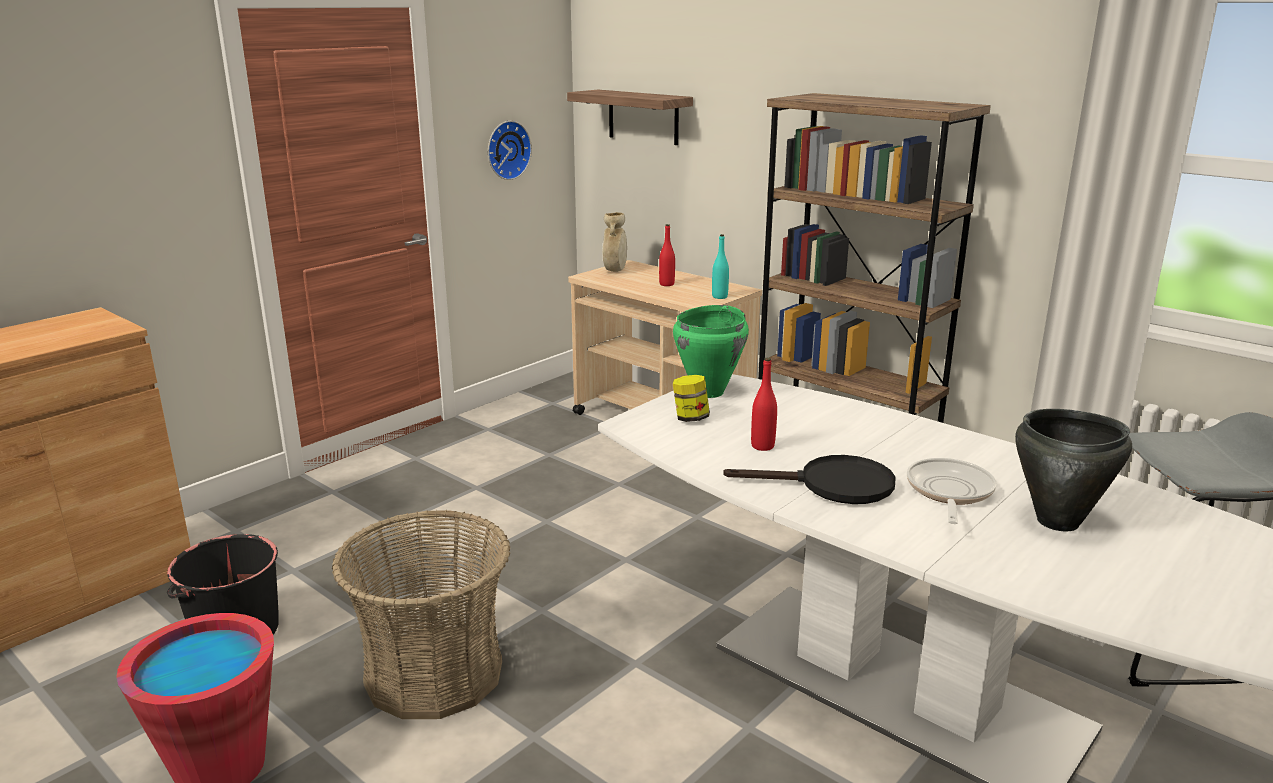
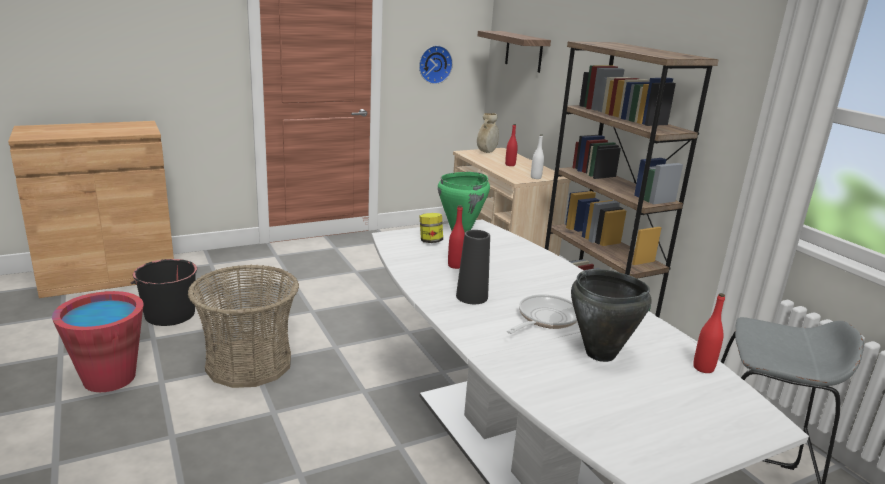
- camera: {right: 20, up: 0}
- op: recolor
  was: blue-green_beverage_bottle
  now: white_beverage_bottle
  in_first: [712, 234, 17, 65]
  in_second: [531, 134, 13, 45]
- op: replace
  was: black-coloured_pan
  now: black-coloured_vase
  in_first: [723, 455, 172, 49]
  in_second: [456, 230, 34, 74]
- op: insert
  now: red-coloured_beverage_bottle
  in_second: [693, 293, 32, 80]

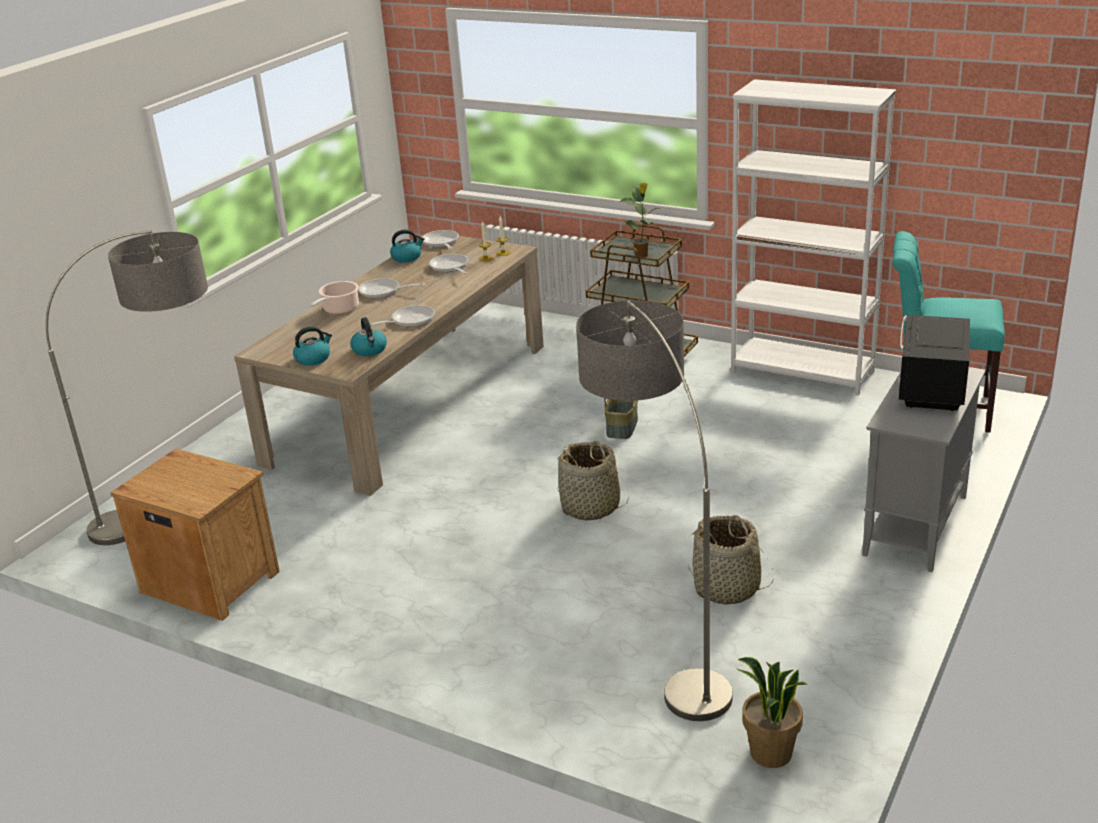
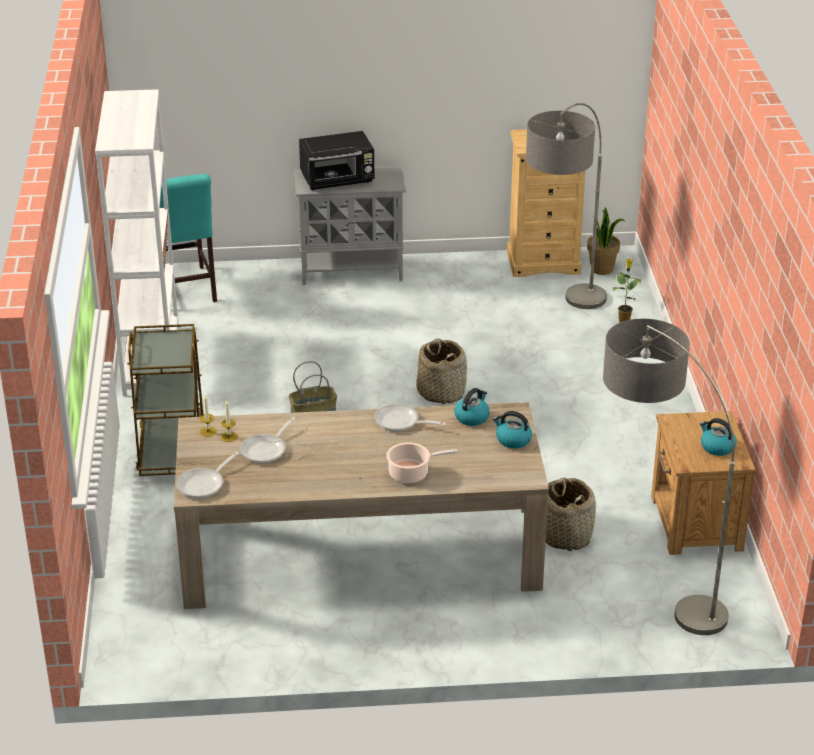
- camera: {right: -125, up: 5}
- op: delete
  was: pan
  in_first: [358, 278, 67, 20]
- op: move
  was: tea_kettle
  in_first: [390, 229, 34, 34]
  in_second: [700, 418, 37, 38]
- op: move
  was: houseplant
  in_first: [619, 183, 41, 74]
  in_second: [613, 259, 28, 63]
- op: move
  was: basket
  in_first: [688, 515, 86, 89]
  in_second: [546, 477, 50, 74]
- op: insert
  now: sand-coloured_chest_of_drawers
  in_second: [507, 129, 79, 148]

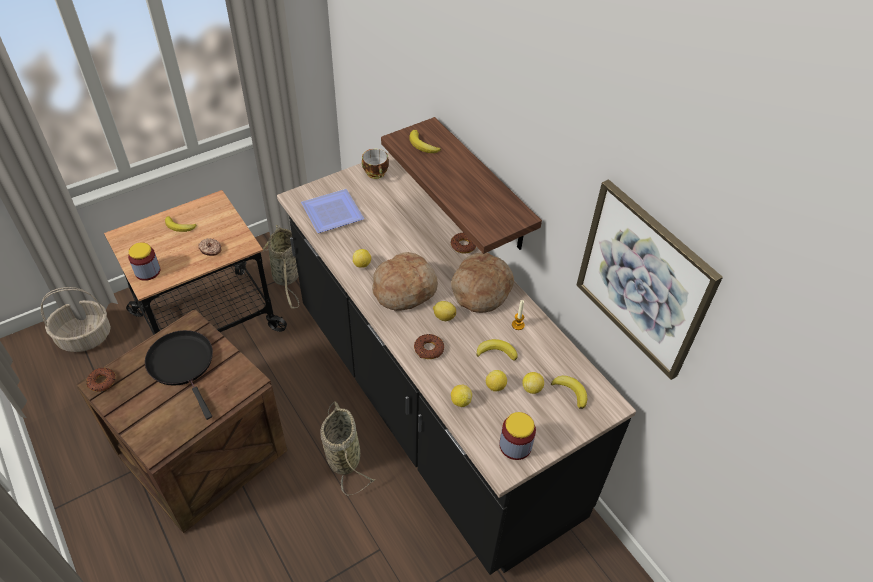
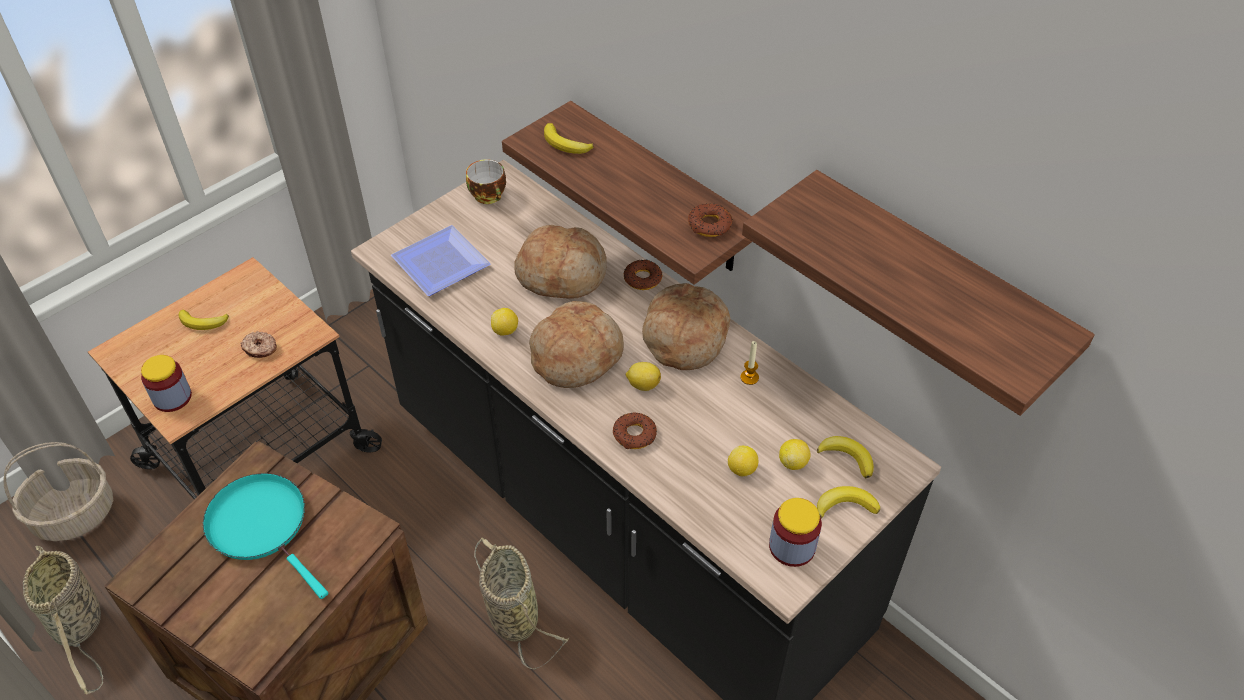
- camera: {right: -10, up: 0}
- op: move
  was: doughnut
  in_first: [86, 368, 30, 24]
  in_second: [688, 203, 45, 34]
- op: recolor
  was: black-coloured_pan
  now: blue-green_pan
  in_first: [145, 330, 68, 90]
  in_second: [203, 473, 125, 126]
- op: move
  was: basket
  in_first: [262, 225, 37, 84]
  in_second: [23, 546, 80, 149]
- op: delete
  was: citrus_fruit
  in_first: [451, 385, 21, 22]
- op: move
  was: banana
  in_first: [476, 339, 42, 22]
  in_second: [817, 486, 63, 33]
- op: replace
  was: wall_art
  now: shelf
  in_first: [577, 179, 146, 201]
  in_second: [742, 170, 353, 246]
- op: insert
  now: bakery_bread
  in_second: [514, 225, 93, 74]

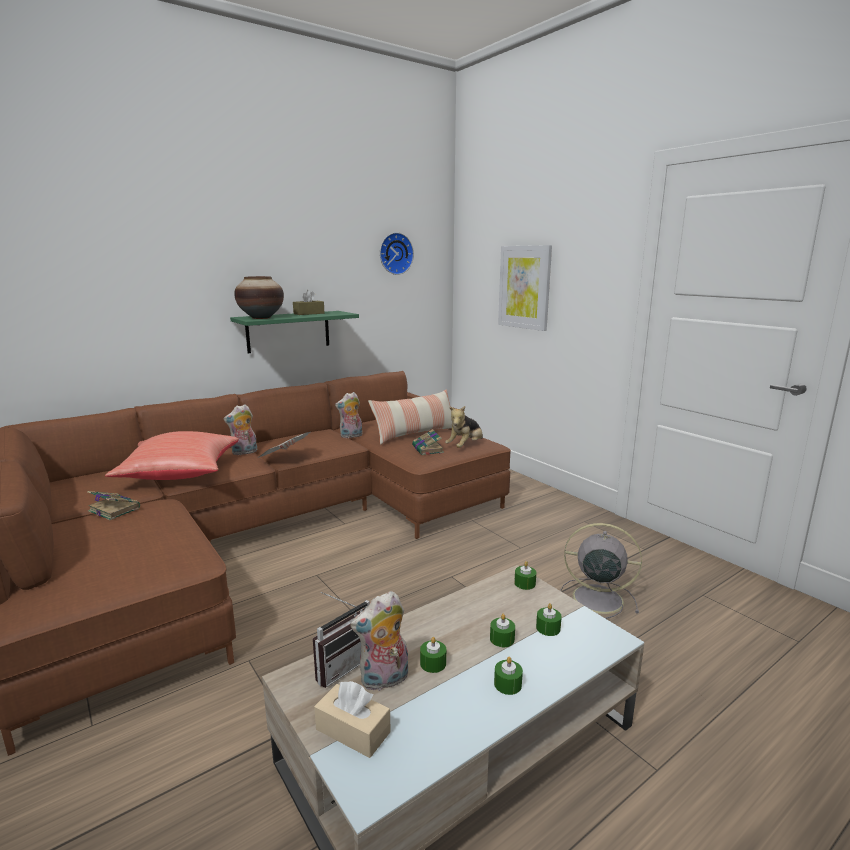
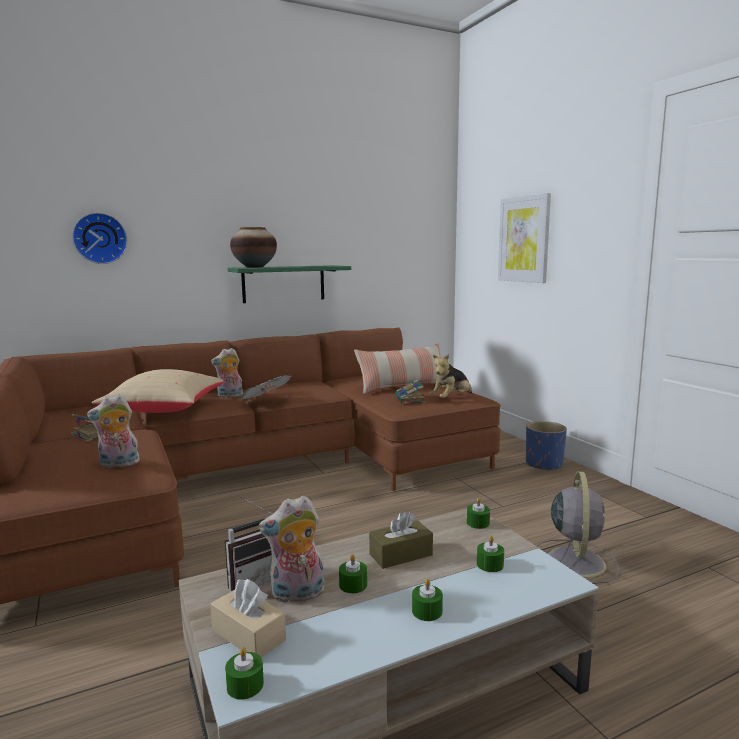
- camera: {right: 10, up: -5}
- op: recolor
  was: red-coloured_throw_pillow
  now: sand-coloured_throw_pillow
  in_first: [105, 431, 134, 49]
  in_second: [92, 369, 132, 44]
- op: move
  was: brown-coloured_box_of_tissues
  in_first: [293, 290, 31, 25]
  in_second: [369, 511, 64, 58]
- op: move
  was: cuddly_toy
  in_first: [335, 392, 27, 46]
  in_second: [87, 394, 53, 74]
- op: move
  was: clock_on_the_wall
  in_first: [380, 232, 34, 43]
  in_second: [72, 213, 56, 51]
- op: move
  was: green_wax_light
  in_first: [490, 614, 25, 33]
  in_second: [225, 647, 39, 53]
- op: rotate
  was: grey_electric_fan
  in_first: [560, 523, 82, 96]
  in_second: [536, 472, 83, 112]
  clockwise: 75
- op: insert
  now: blue_planter
  in_second: [526, 421, 41, 51]

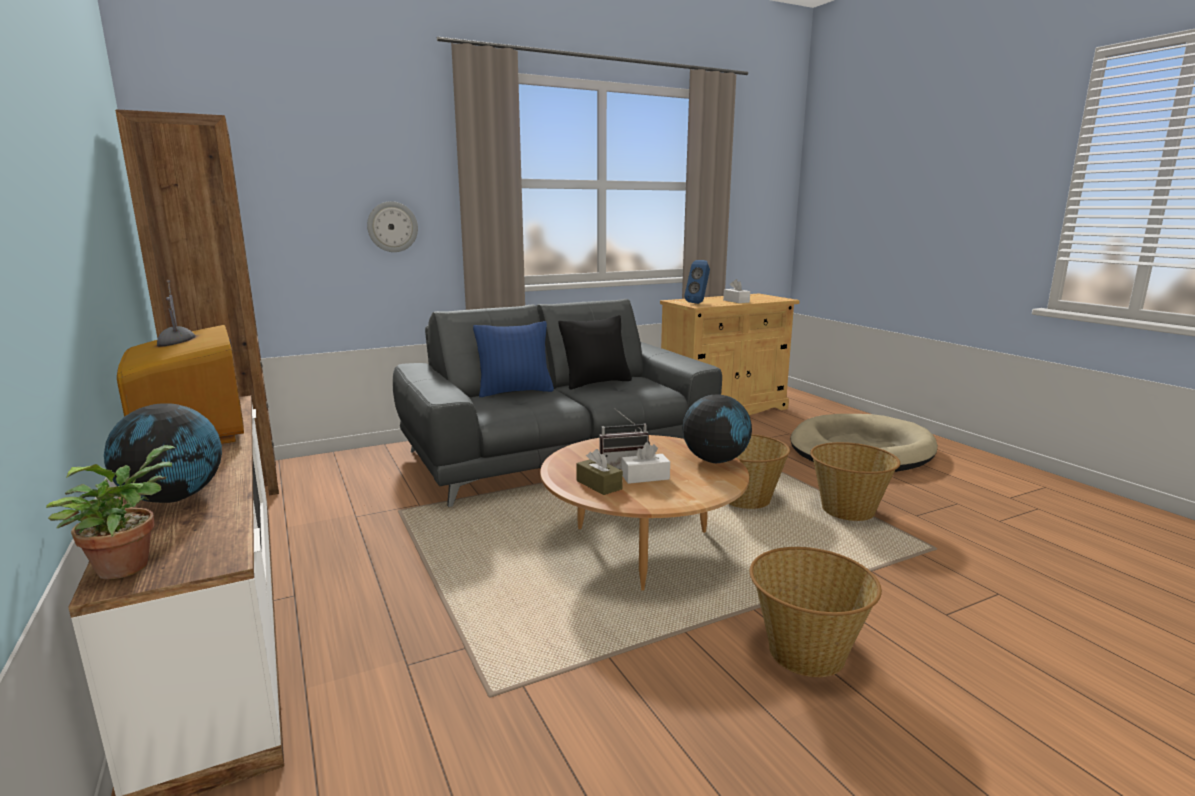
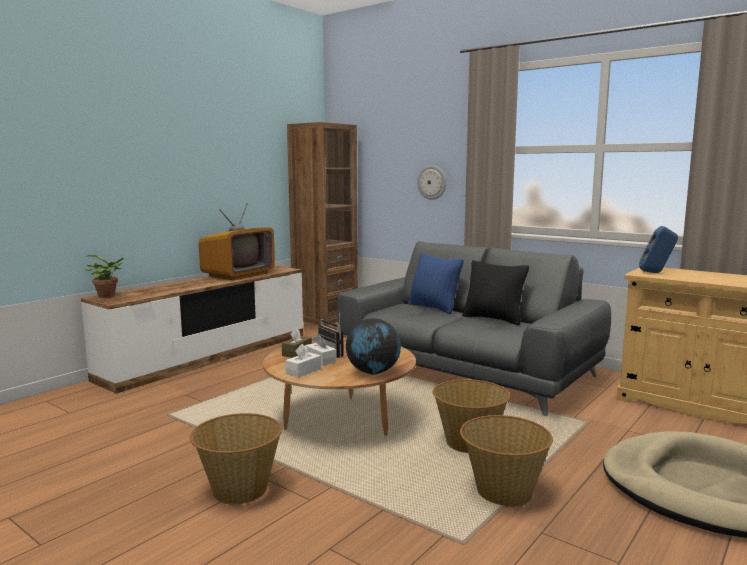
- camera: {right: 65, up: -5}
- op: delete
  was: desk_globe
  in_first: [104, 403, 118, 100]
- op: move
  was: white_box_of_tissues
  in_first: [723, 279, 27, 24]
  in_second: [285, 344, 36, 34]

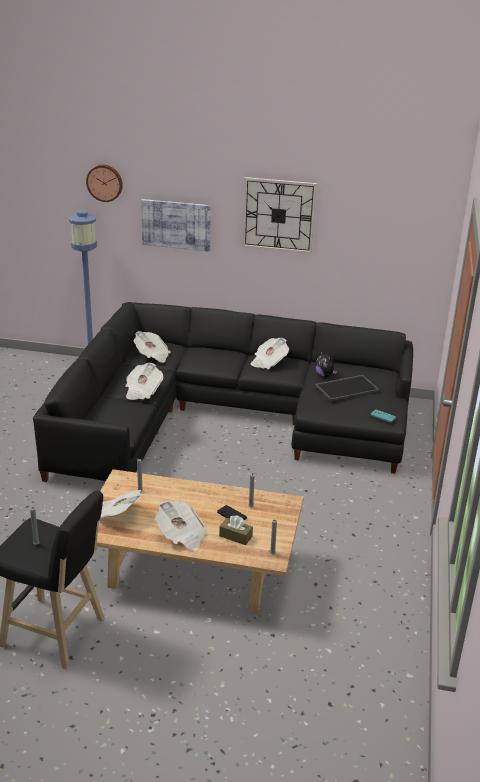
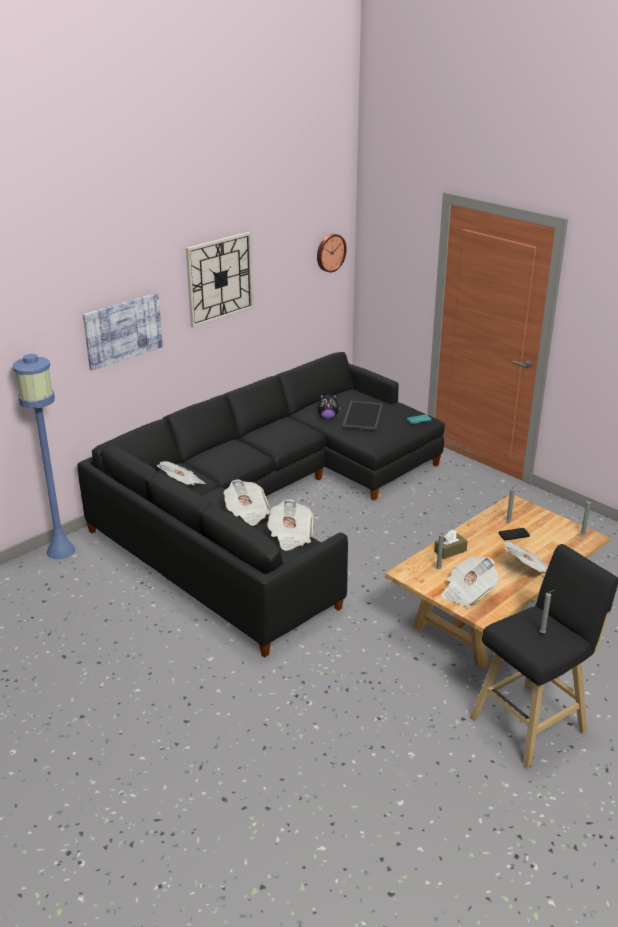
- camera: {right: -55, up: 0}
- op: move
  was: clock_on_the_wall
  in_first: [86, 165, 37, 37]
  in_second: [317, 234, 30, 38]
- op: move
  was: brown-coloured_box_of_tissues
  in_first: [219, 515, 34, 30]
  in_second: [434, 530, 34, 29]
- op: move
  was: printed_paper
  in_first: [251, 338, 38, 31]
  in_second: [267, 499, 47, 52]

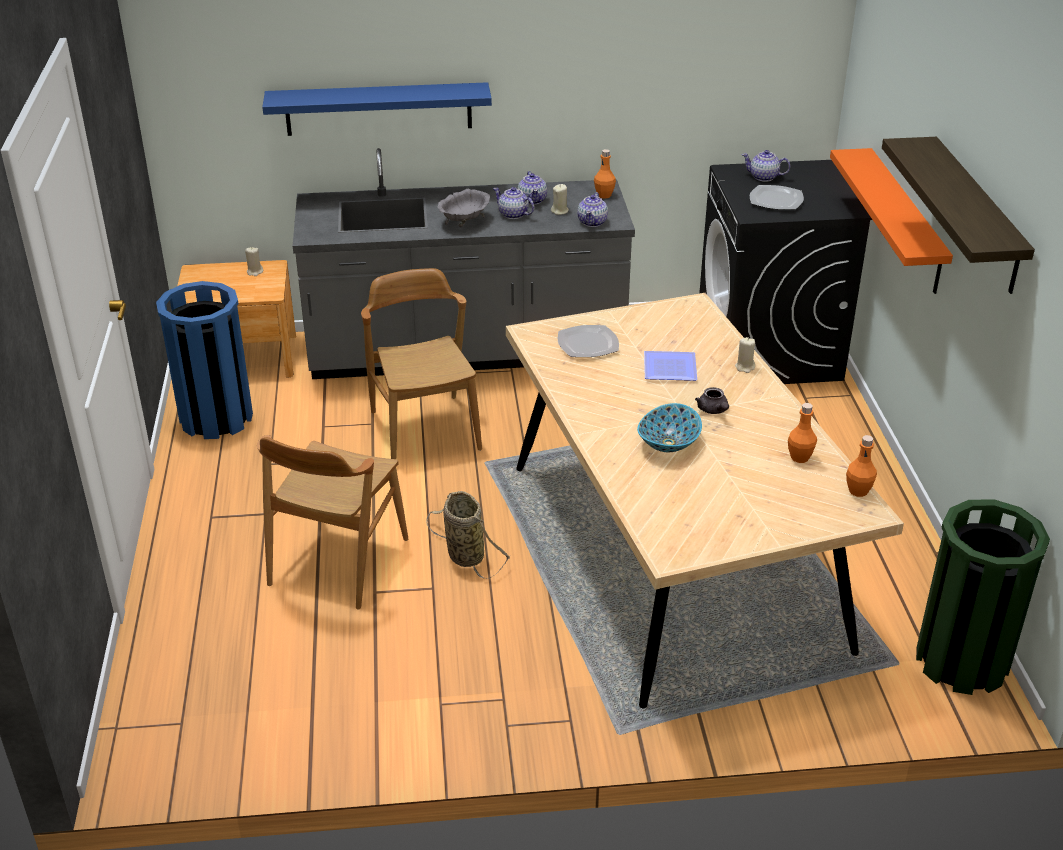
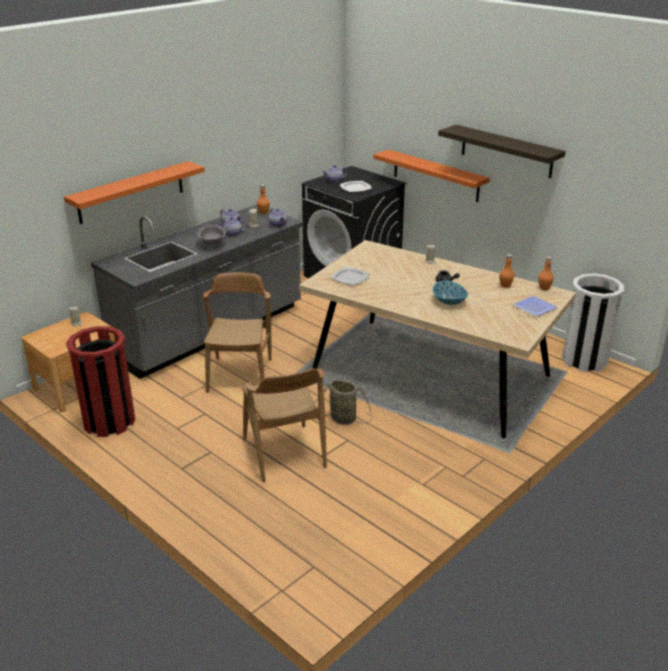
- camera: {right: -40, up: -5}
- op: recolor
  was: blue_rubbish_bin
  now: red-coloured_rubbish_bin
  in_first: [156, 281, 97, 158]
  in_second: [66, 326, 69, 111]
- op: recolor
  was: blue_shelf
  now: orange_shelf
  in_first: [262, 82, 230, 54]
  in_second: [64, 161, 141, 63]
- op: rotate
  was: brown-coloured_plain_chair
  in_first: [361, 268, 121, 191]
  in_second: [203, 272, 69, 121]
  clockwise: 60
- op: move
  was: dinner_plate
  in_first: [644, 351, 53, 30]
  in_second: [513, 296, 45, 21]
- op: recolor
  was: green_rubbish_bin
  now: white_rubbish_bin
  in_first: [916, 499, 134, 196]
  in_second: [562, 273, 62, 99]

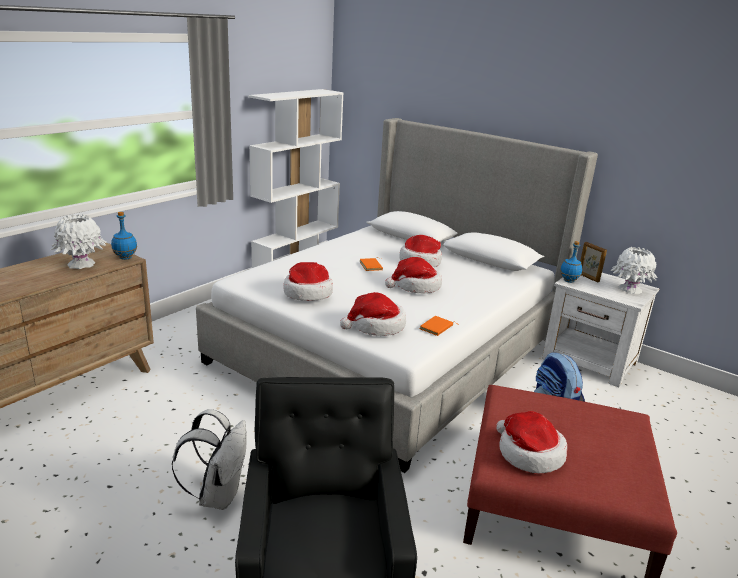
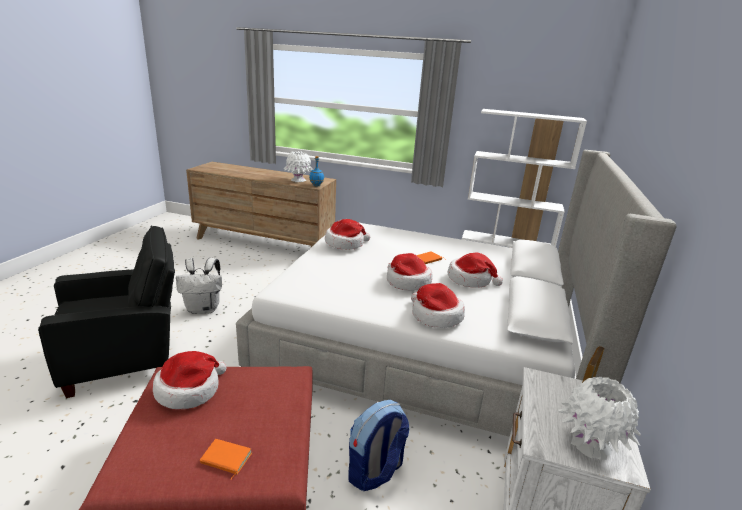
- camera: {right: 70, up: 0}
- op: move
  was: clothing_hat
  in_first: [340, 292, 66, 44]
  in_second: [411, 283, 54, 45]
- op: move
  was: orange_bound_book
  in_first: [420, 316, 39, 20]
  in_second: [200, 439, 52, 40]
- op: delete
  was: blue_beverage_bottle
  in_first: [560, 241, 22, 42]

